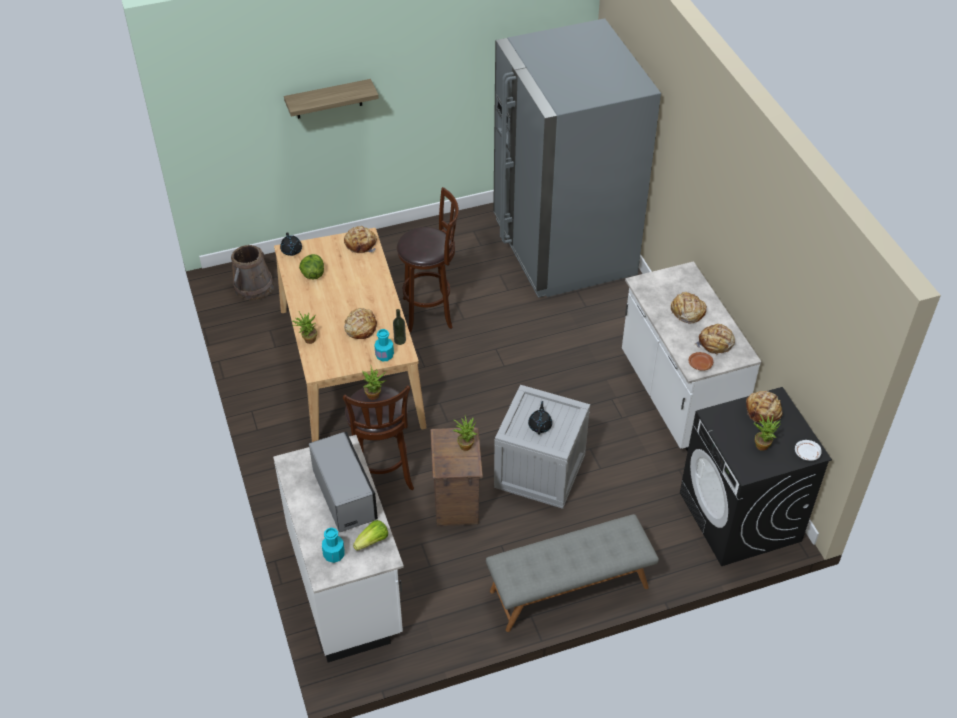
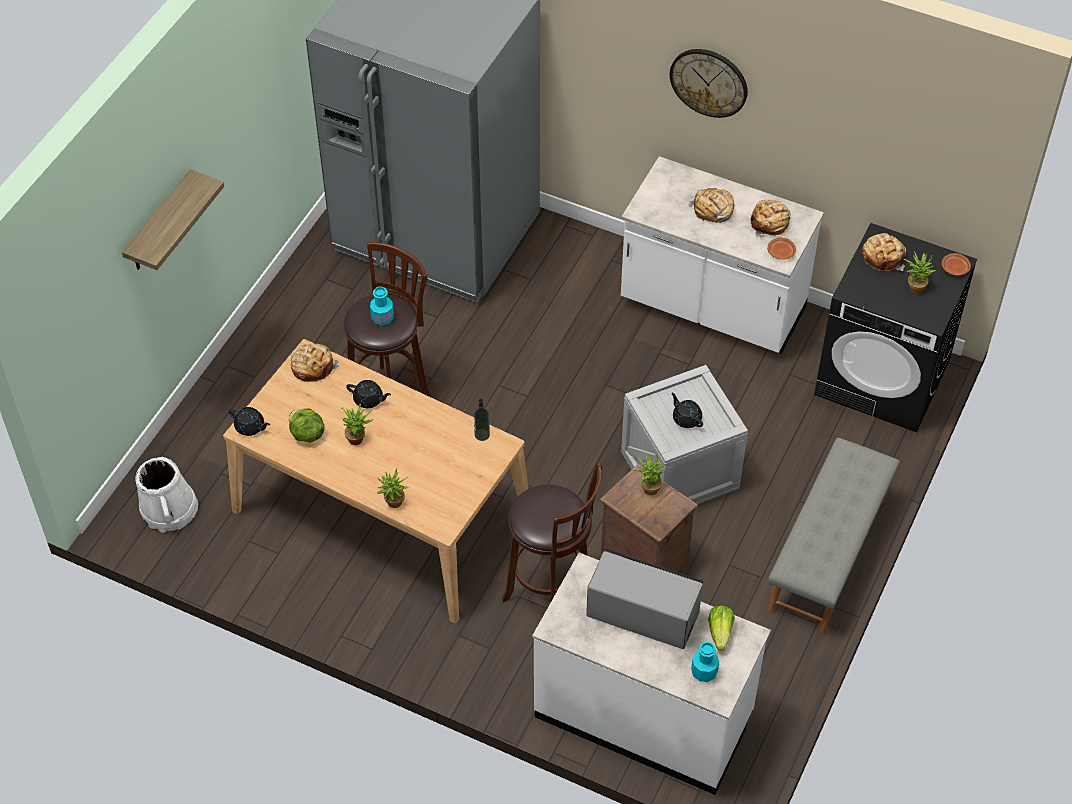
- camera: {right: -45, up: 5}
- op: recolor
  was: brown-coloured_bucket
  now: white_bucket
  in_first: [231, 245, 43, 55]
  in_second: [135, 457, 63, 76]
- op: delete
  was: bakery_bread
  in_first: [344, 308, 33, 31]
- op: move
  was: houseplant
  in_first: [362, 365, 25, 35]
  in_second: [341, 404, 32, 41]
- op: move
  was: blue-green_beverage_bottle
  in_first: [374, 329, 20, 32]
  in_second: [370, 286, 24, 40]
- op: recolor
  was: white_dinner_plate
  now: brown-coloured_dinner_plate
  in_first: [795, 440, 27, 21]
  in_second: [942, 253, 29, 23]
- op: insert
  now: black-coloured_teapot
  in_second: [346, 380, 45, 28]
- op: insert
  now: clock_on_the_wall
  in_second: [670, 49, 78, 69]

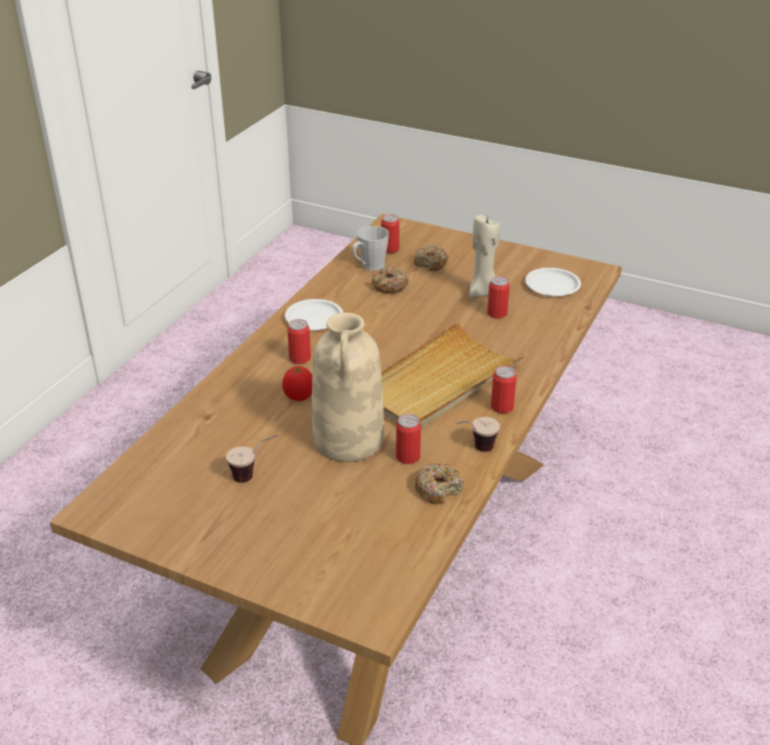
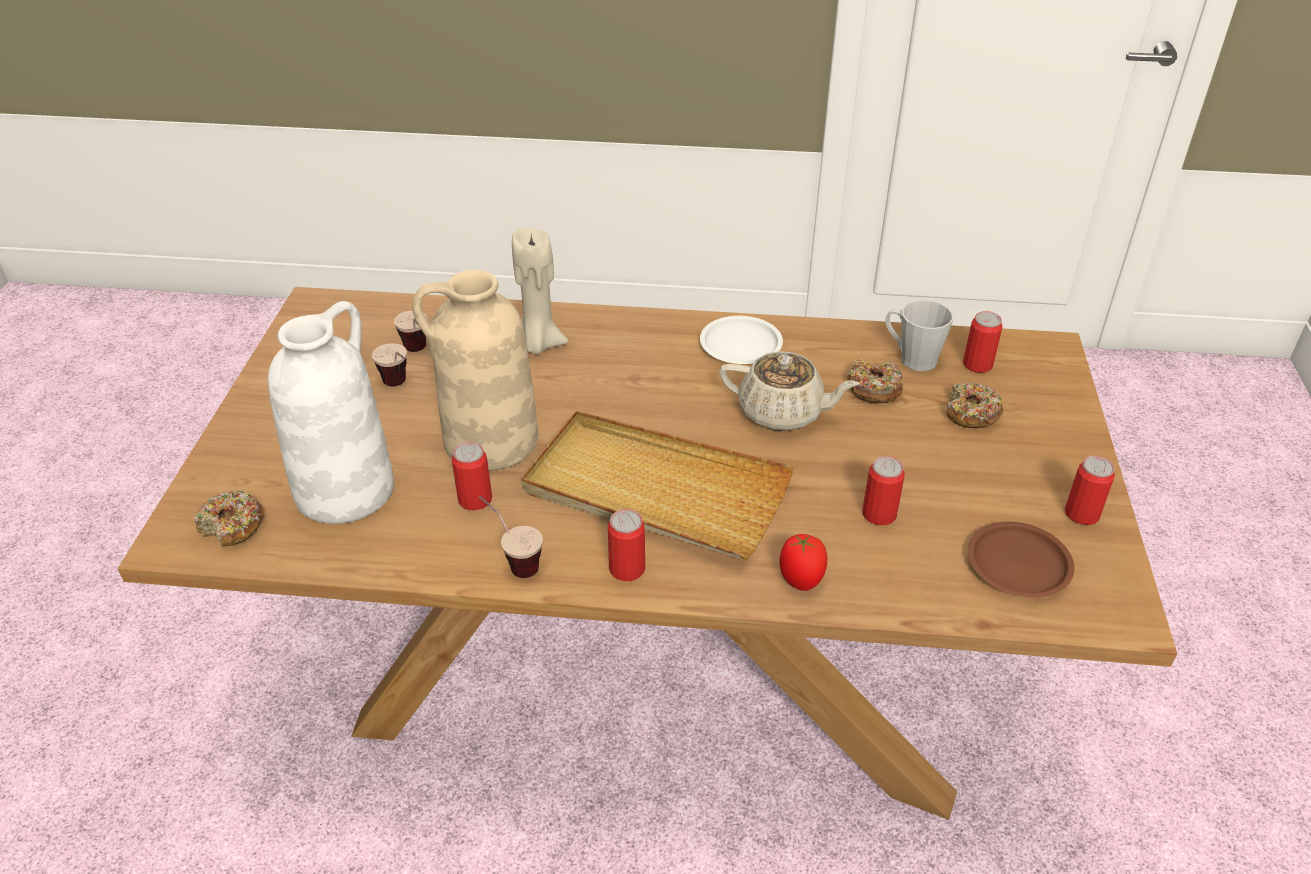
- camera: {right: 70, up: 5}
- op: move
  was: tomato
  in_first: [282, 366, 30, 35]
  in_second: [780, 534, 47, 57]
- op: move
  was: can
  in_first: [287, 319, 24, 45]
  in_second: [1065, 456, 50, 69]
- op: move
  was: doughnut
  in_first: [415, 463, 48, 41]
  in_second: [194, 490, 70, 57]
- op: move
  was: sand-coloured_wax_light
  in_first: [469, 215, 31, 83]
  in_second: [512, 228, 57, 126]
- op: recolor
  was: white_dinner_plate
  now: brown-coloured_dinner_plate
  in_first: [525, 268, 56, 28]
  in_second: [968, 522, 106, 76]
- op: insert
  now: white_vase
  in_second: [268, 301, 126, 223]
- op: insert
  now: cup
  in_second: [394, 311, 34, 41]
- op: insert
  now: sand-coloured_teapot
  in_second: [719, 351, 140, 80]

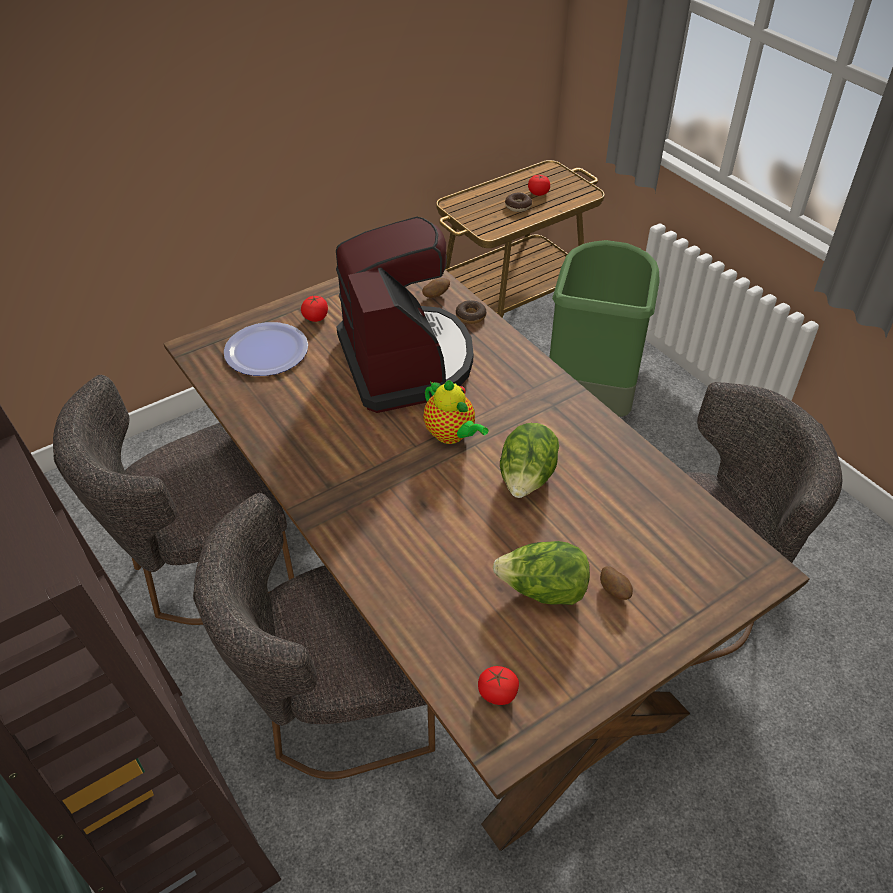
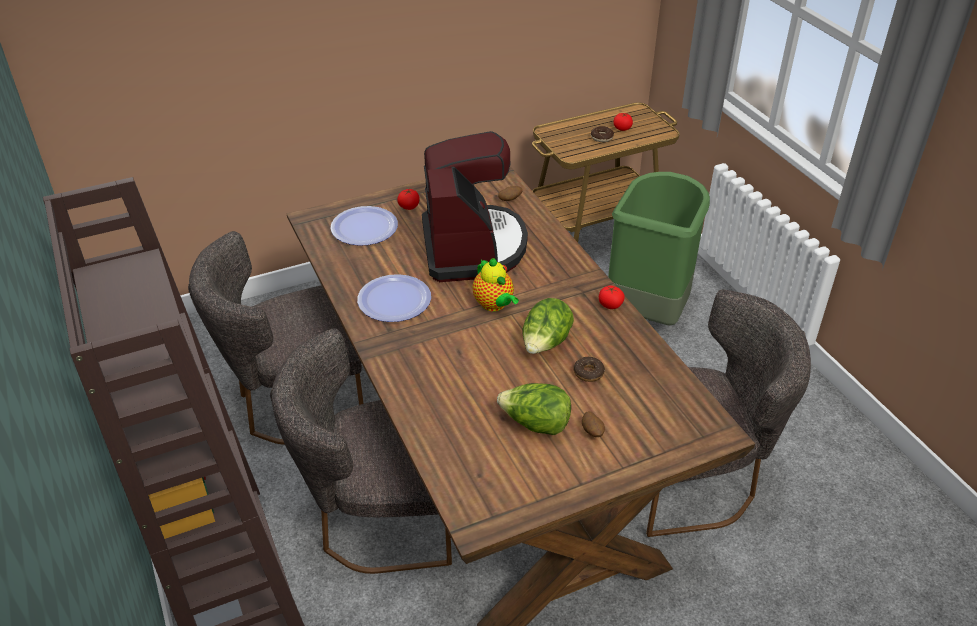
- camera: {right: 10, up: -5}
- op: move
  was: doughnut
  in_first: [456, 300, 30, 24]
  in_second: [574, 357, 31, 25]
- op: move
  was: tomato
  in_first: [478, 666, 41, 39]
  in_second: [599, 286, 26, 23]
- op: insert
  now: dinner_plate
  in_second: [357, 274, 74, 48]

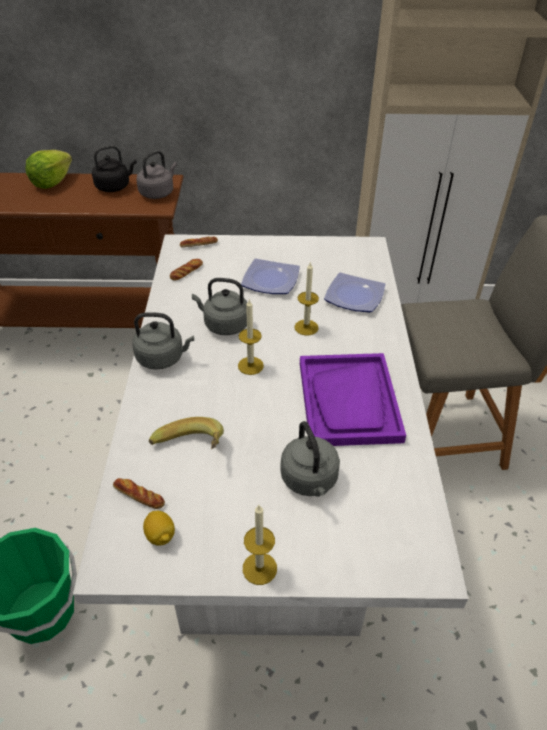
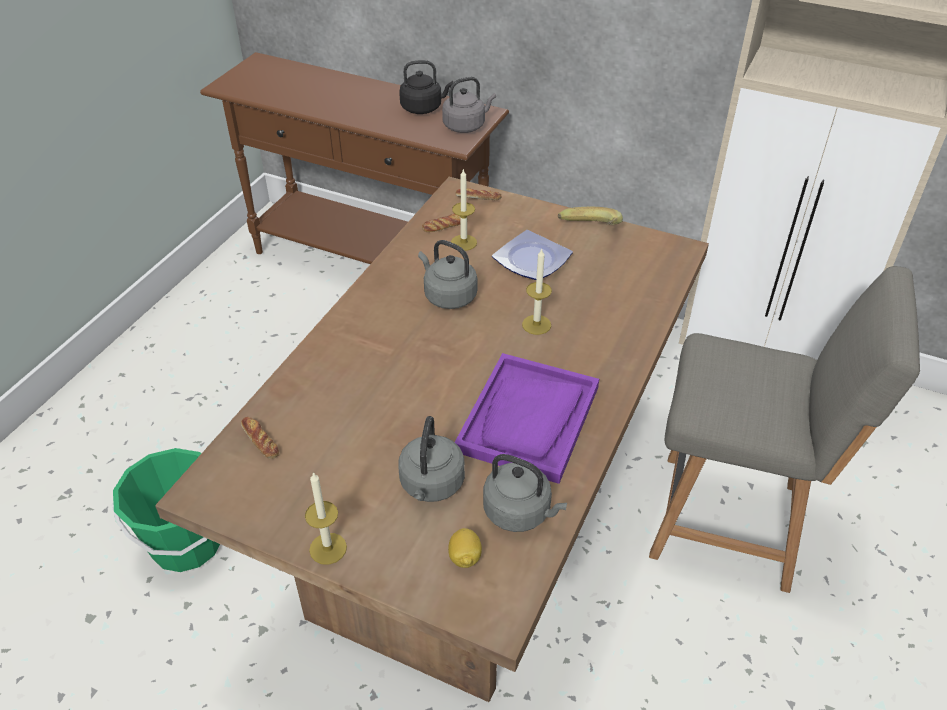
- camera: {right: 25, up: 0}
- op: delete
  was: lettuce_head
  in_first: [25, 150, 47, 39]
- op: recolor
  was: white_dining_table
  now: brown-coloured_dining_table
  in_first: [73, 234, 396, 402]
  in_second: [155, 177, 554, 525]
- op: move
  was: grey_tea_kettle
  in_first: [132, 312, 62, 58]
  in_second: [483, 454, 84, 78]
- op: move
  was: citrus_fruit
  in_first: [143, 511, 32, 35]
  in_second: [448, 528, 34, 40]
- op: move
  was: banana
  in_first: [149, 417, 75, 32]
  in_second: [558, 207, 65, 18]
- op: move
  was: wax_light
  in_first: [238, 300, 26, 75]
  in_second: [451, 168, 26, 83]
- op: delete
  was: dinner_plate
  in_first: [324, 273, 61, 39]

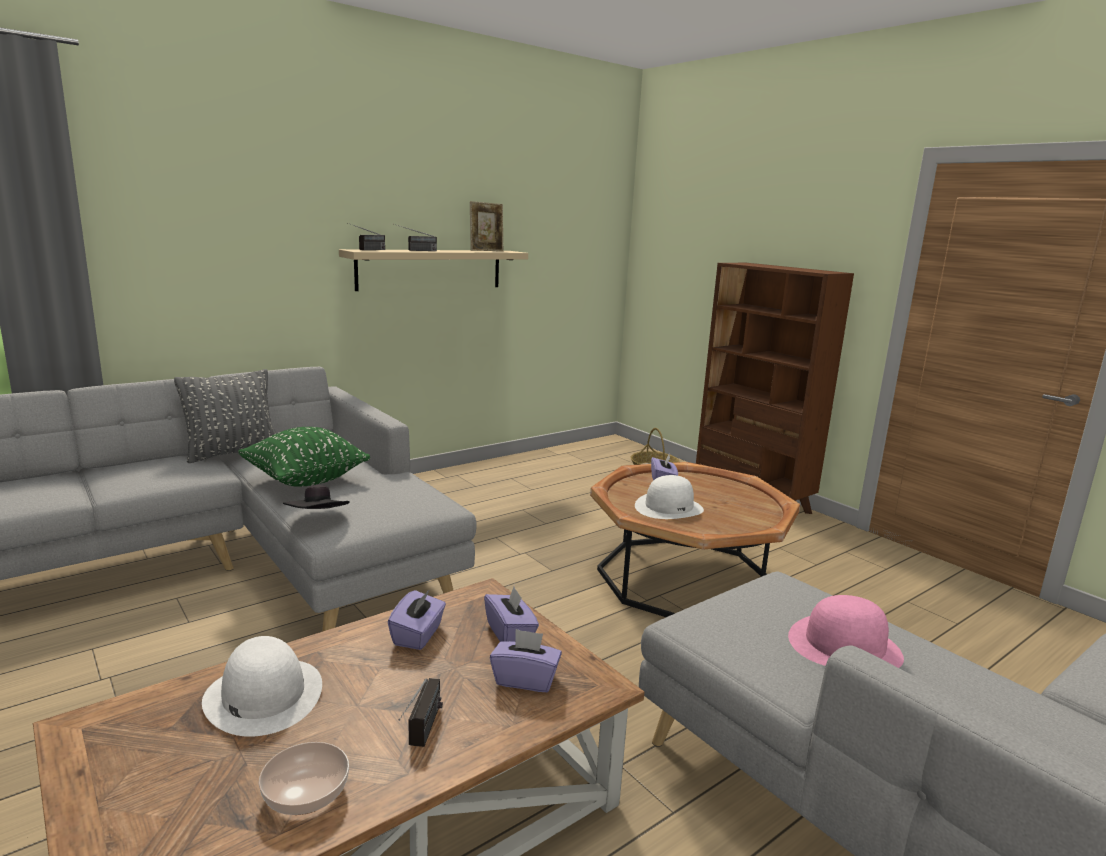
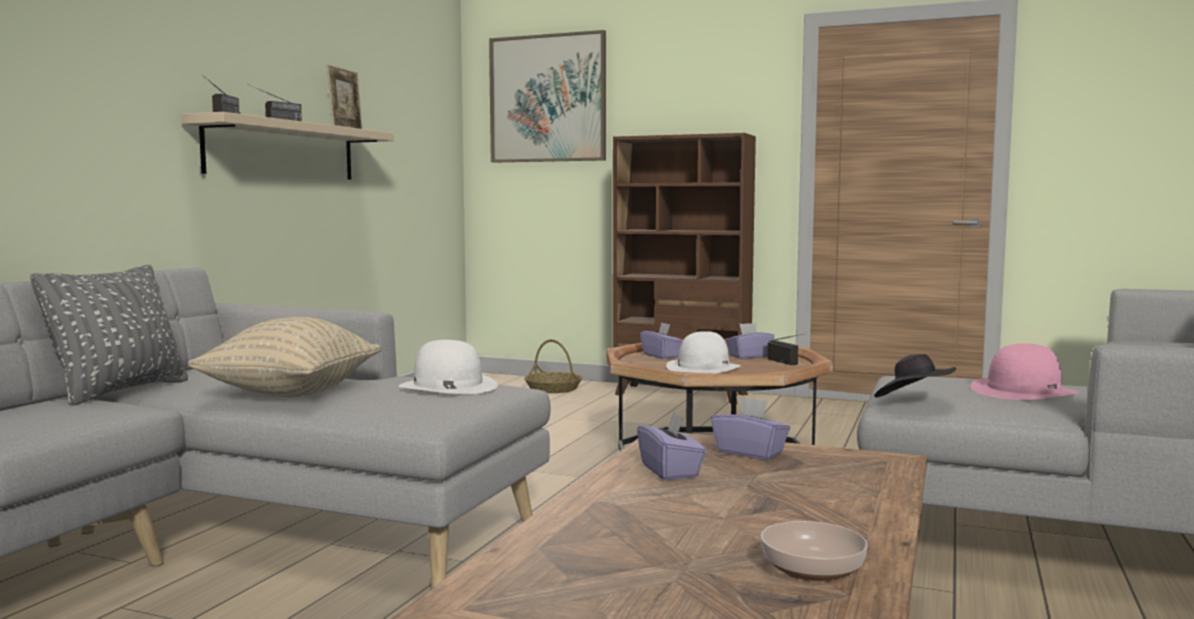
- camera: {right: -30, up: -10}
- op: move
  was: white_clothing_hat
  in_first: [202, 636, 120, 101]
  in_second: [399, 340, 99, 54]
- op: recolor
  was: green_throw_pillow
  now: sand-coloured_throw_pillow
  in_first: [238, 427, 132, 60]
  in_second: [187, 317, 194, 80]
- op: move
  was: black-coloured_clothing_hat
  in_first: [283, 485, 67, 24]
  in_second: [874, 354, 82, 44]
- op: move
  was: radio_set
  in_first: [399, 678, 44, 69]
  in_second: [767, 333, 39, 32]
- op: move
  was: purple-coloured_box_of_tissues
  in_first: [490, 629, 72, 63]
  in_second: [726, 323, 48, 36]
- op: insert
  now: wall_art
  in_second: [489, 30, 117, 133]

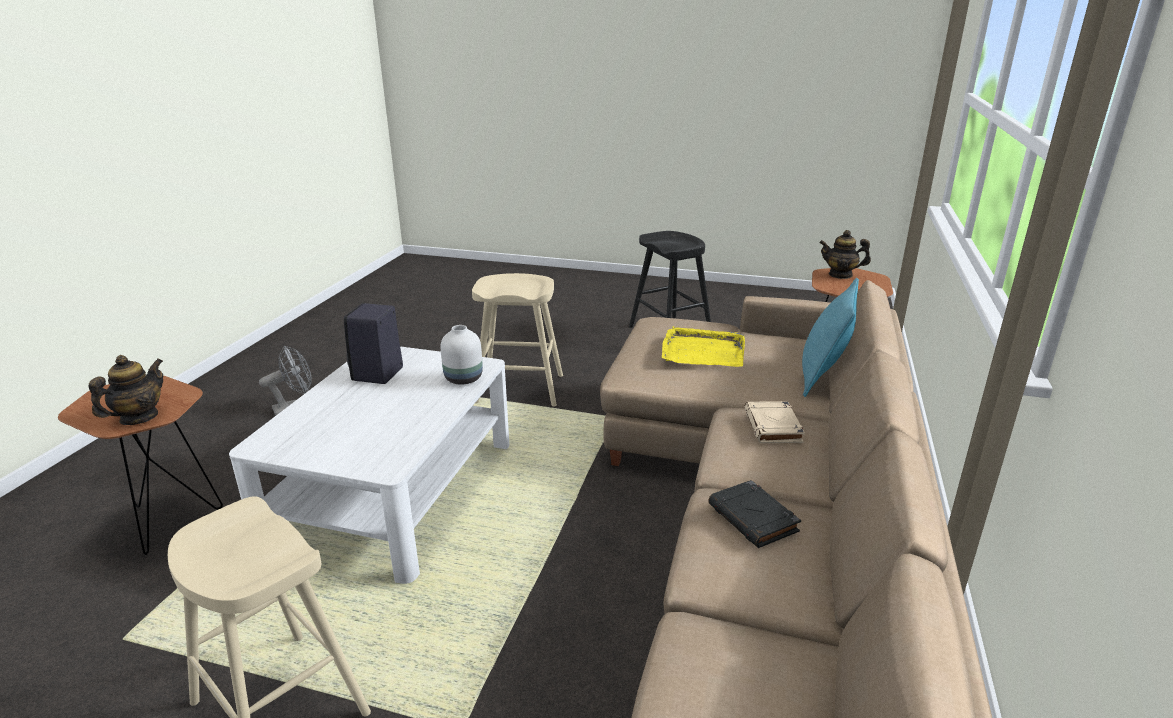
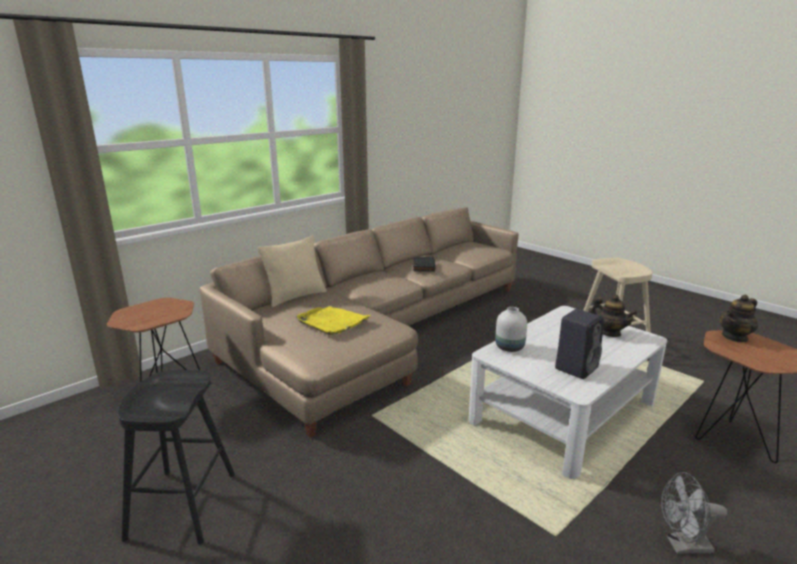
- camera: {right: -150, up: -5}
- op: delete
  was: sand-coloured_sitting_stool
  in_first: [472, 273, 91, 134]
- op: delete
  was: sand-coloured_bound_book
  in_first: [744, 401, 61, 42]
- op: recolor
  was: blue-green_throw_pillow
  now: sand-coloured_throw_pillow
  in_first: [802, 278, 57, 119]
  in_second: [258, 235, 69, 72]
- op: move
  was: teapot
  in_first: [819, 230, 52, 49]
  in_second: [590, 295, 47, 42]

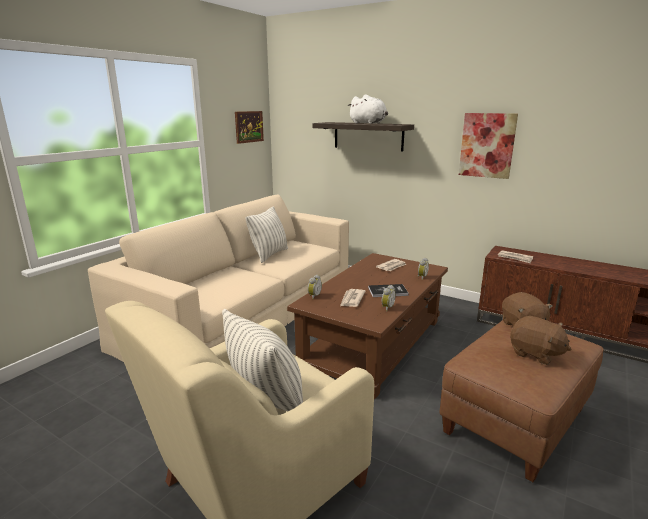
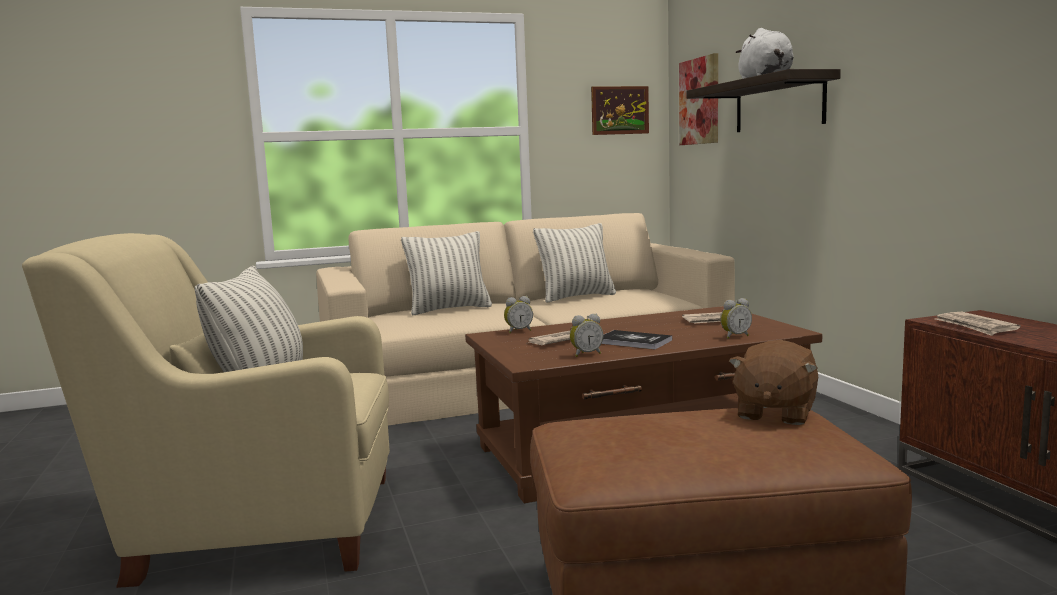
- camera: {right: 40, up: -10}
- op: move
  was: wall_art
  in_first: [459, 113, 59, 66]
  in_second: [679, 53, 39, 92]
- op: delete
  was: brown-coloured_cuddly_toy
  in_first: [510, 316, 61, 49]
- op: insert
  now: throw_pillow
  in_second: [401, 231, 91, 84]

